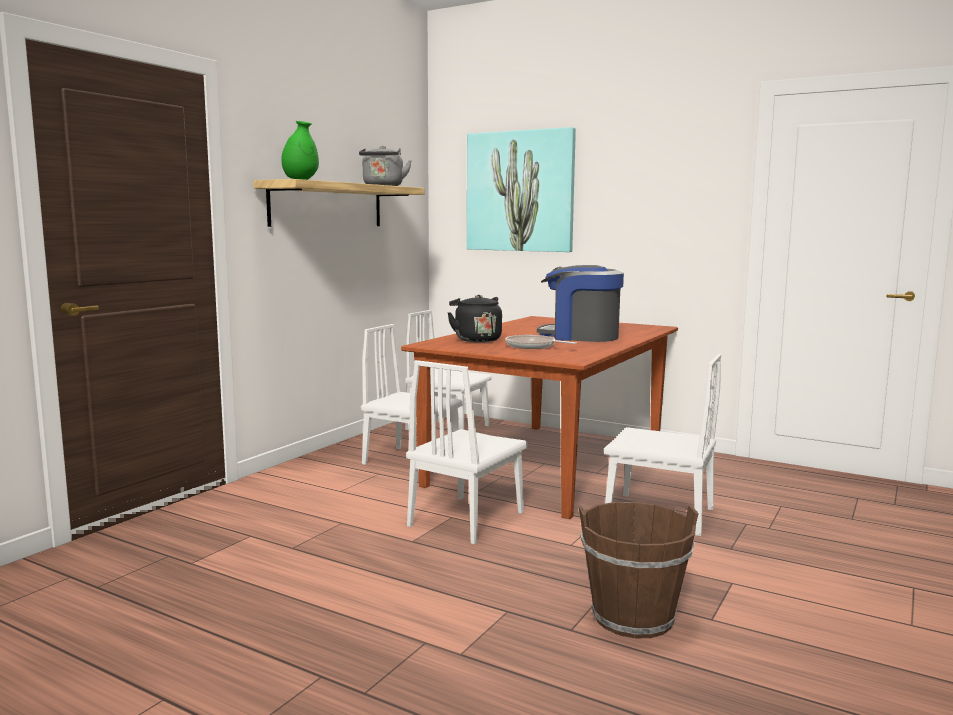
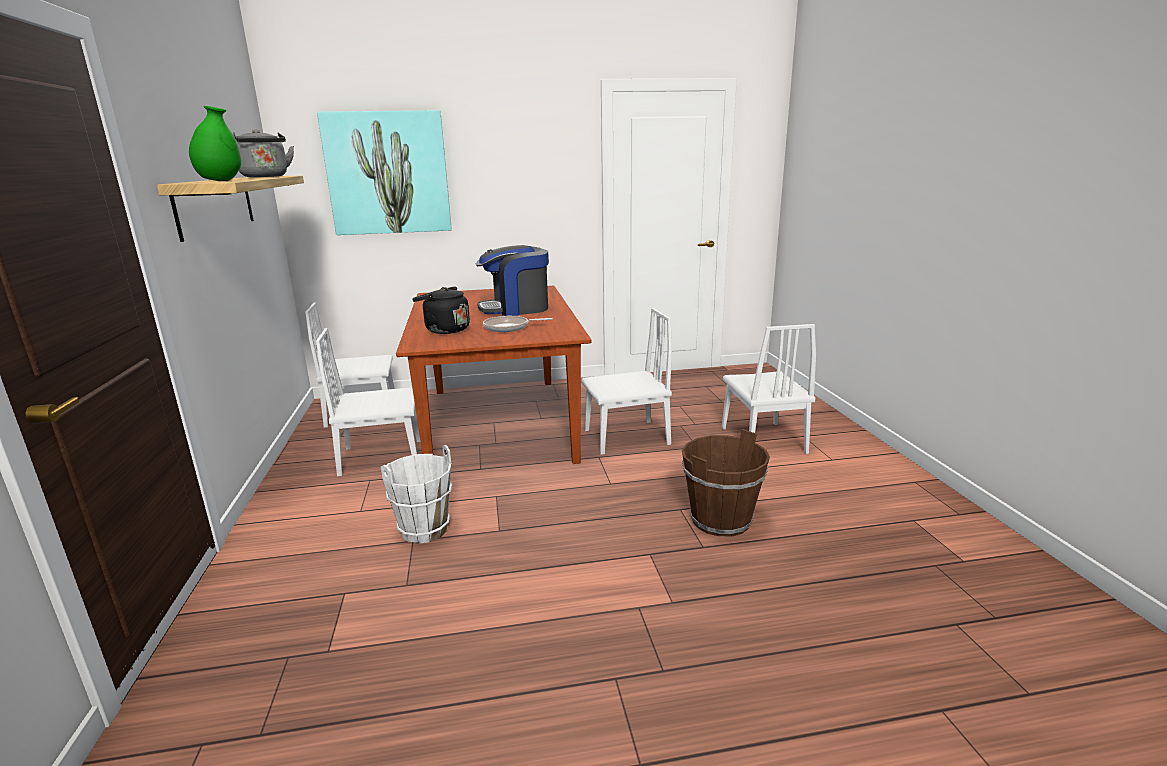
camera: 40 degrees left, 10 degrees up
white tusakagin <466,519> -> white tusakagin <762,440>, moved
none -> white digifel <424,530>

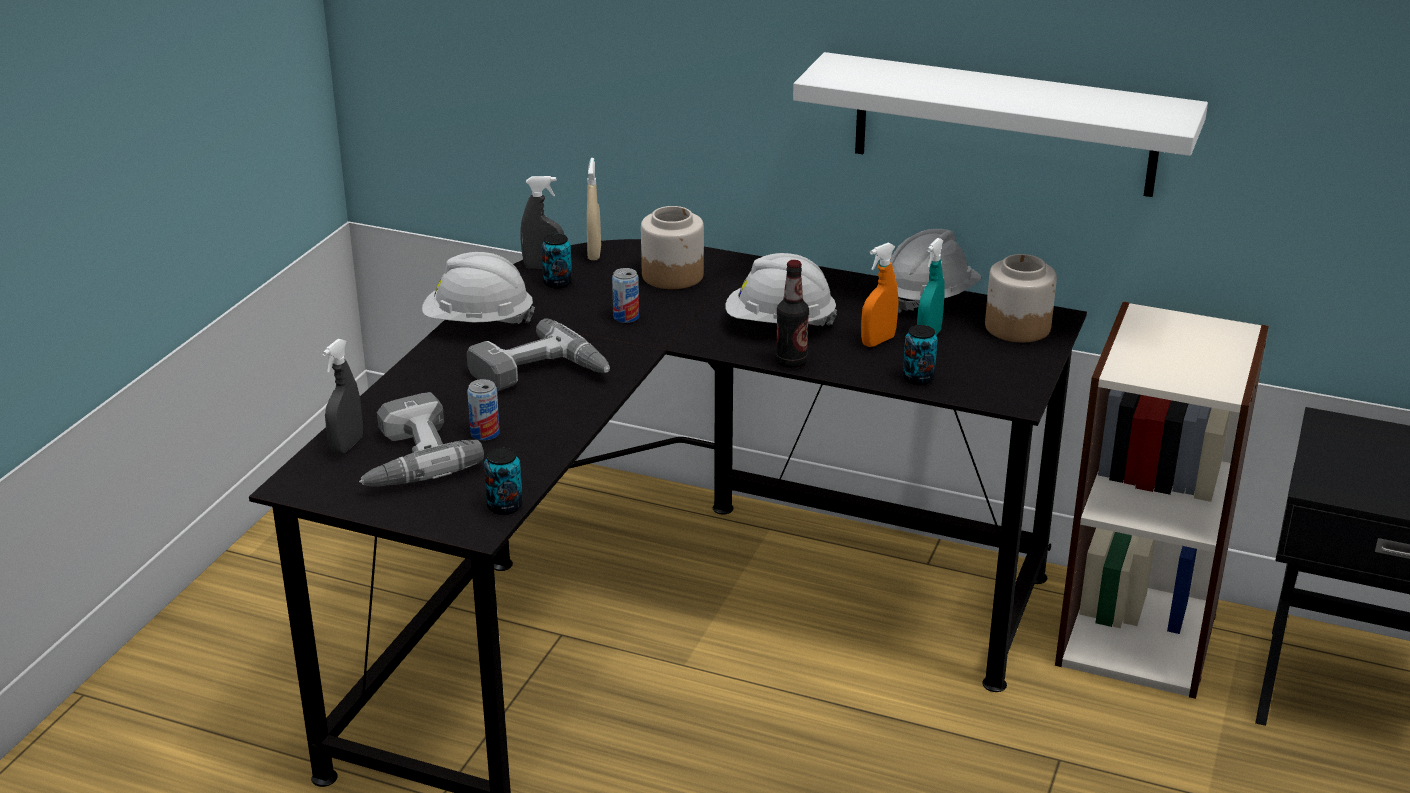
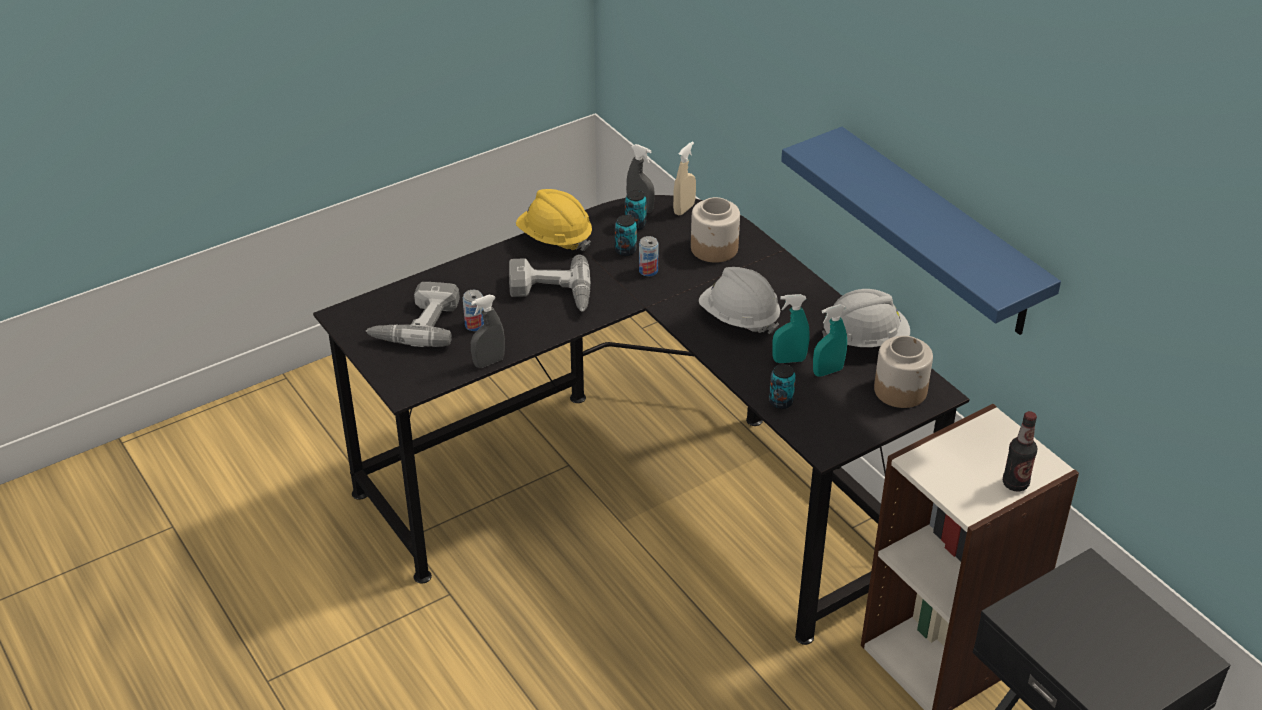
camera: 35 degrees right, 10 degrees up
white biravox <1004,125> -> blue biravox <939,233>
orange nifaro <878,341> -> turquoise nifaro <789,360>
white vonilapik <478,323> -> yellow vonilapik <555,238>
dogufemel <791,362> -> dogufemel <1015,483>, moved
grey nifaro <347,446> -> grey nifaro <489,362>, moved
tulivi <504,506> -> tulivi <625,250>, moved

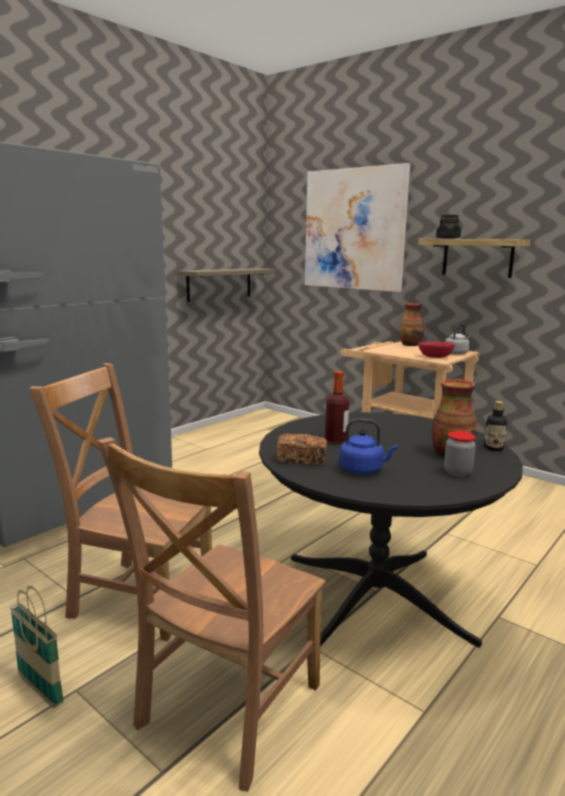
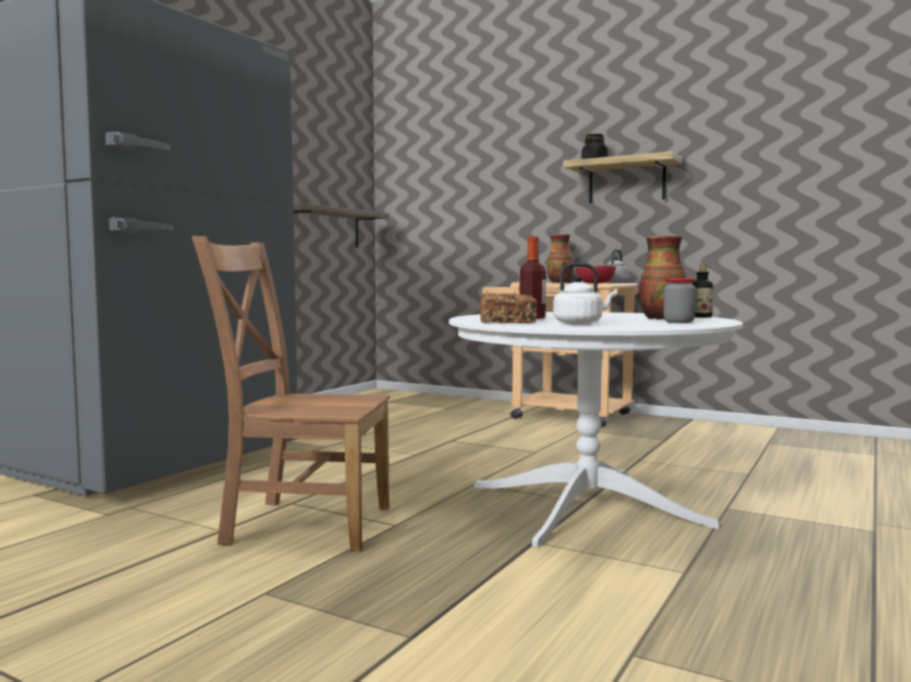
camera: 10 degrees left, 10 degrees down
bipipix <354,229> -> none
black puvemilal <376,597> -> white puvemilal <587,505>
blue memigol <363,470> -> white memigol <580,323>
brown tusakagin <225,710> -> none
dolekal <40,690> -> none

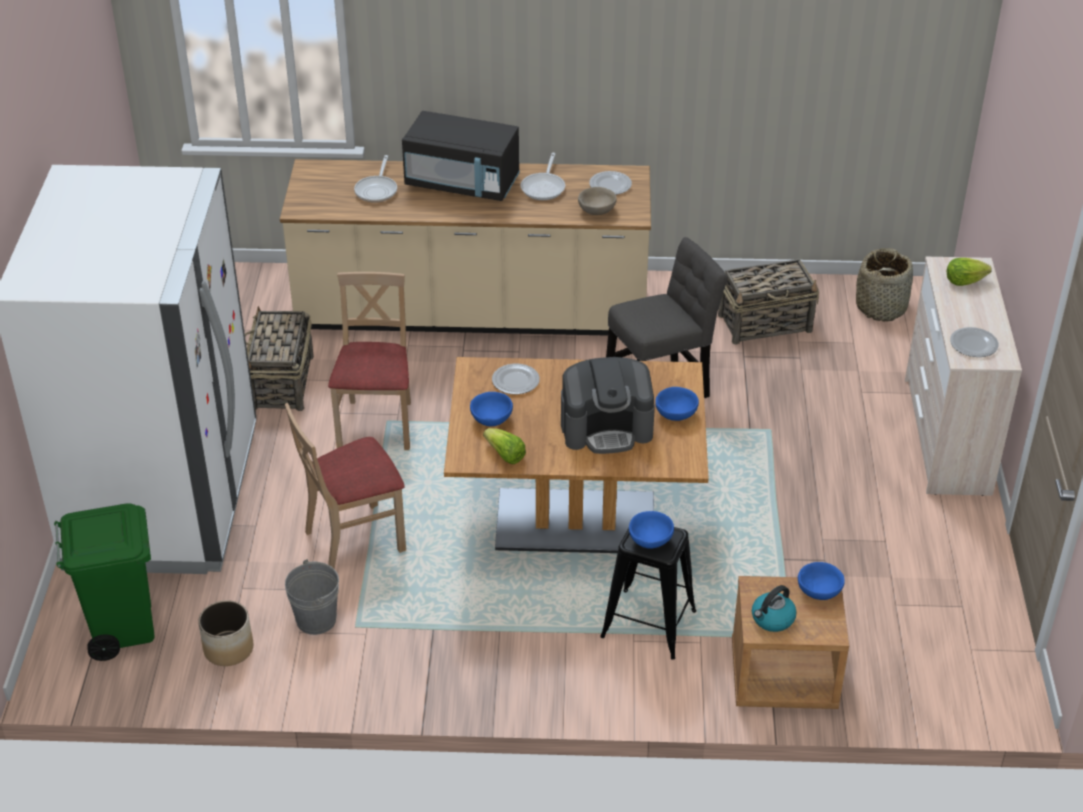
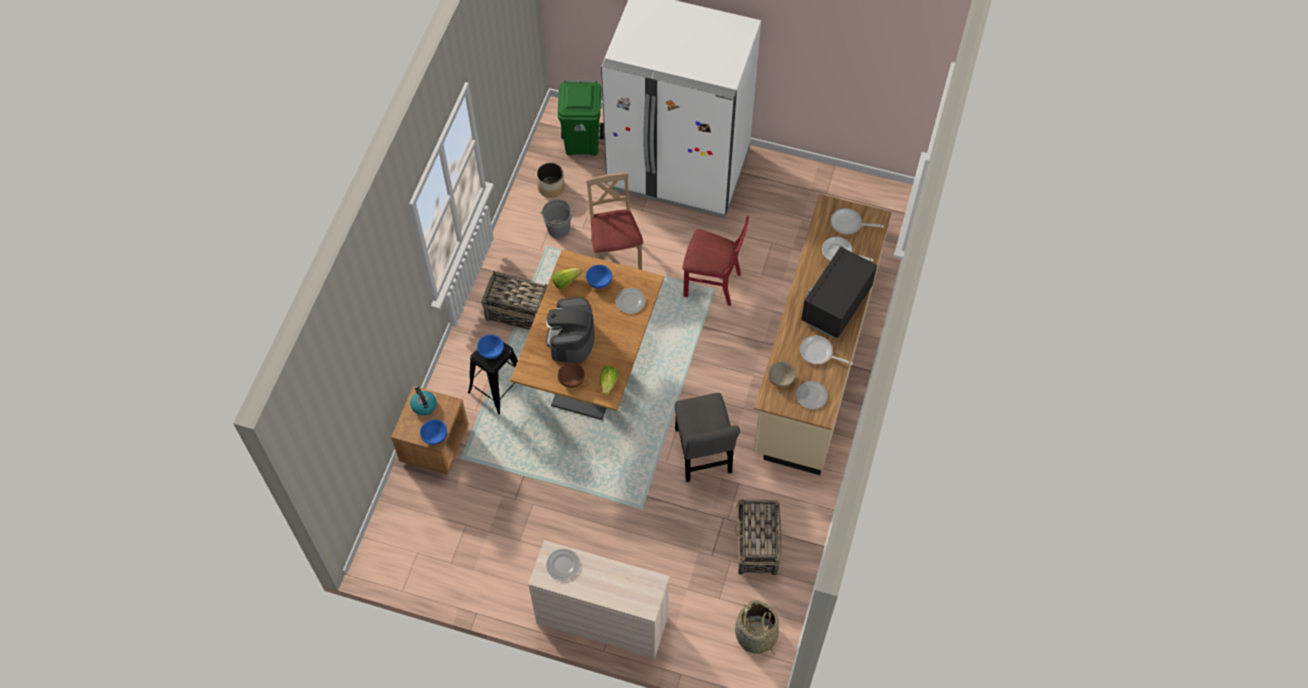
camera: 105 degrees right, 20 degrees up
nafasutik <964,281> -> nafasutik <608,383>, moved
beige tusakagin <377,425> -> red tusakagin <712,283>
dolekal <281,383> -> dolekal <517,312>, moved
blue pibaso <676,414> -> brown pibaso <571,379>
none -> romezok <849,224>

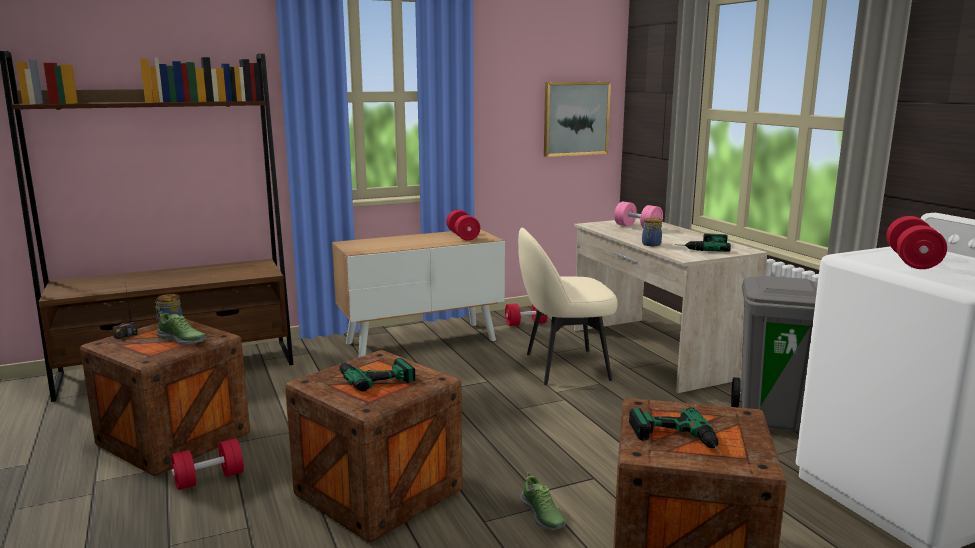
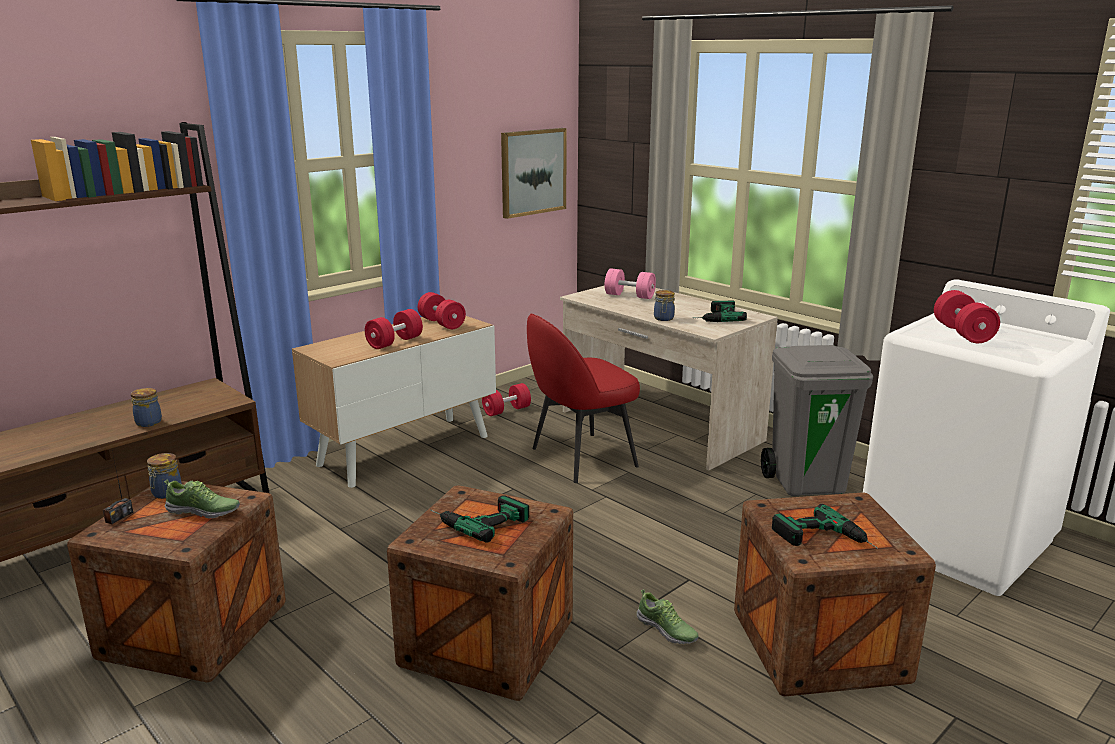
camera: 20 degrees left, 5 degrees up
beige tusakagin <564,366> -> red tusakagin <581,458>
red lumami <209,479> -> red lumami <394,342>, moved
none -> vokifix <149,422>

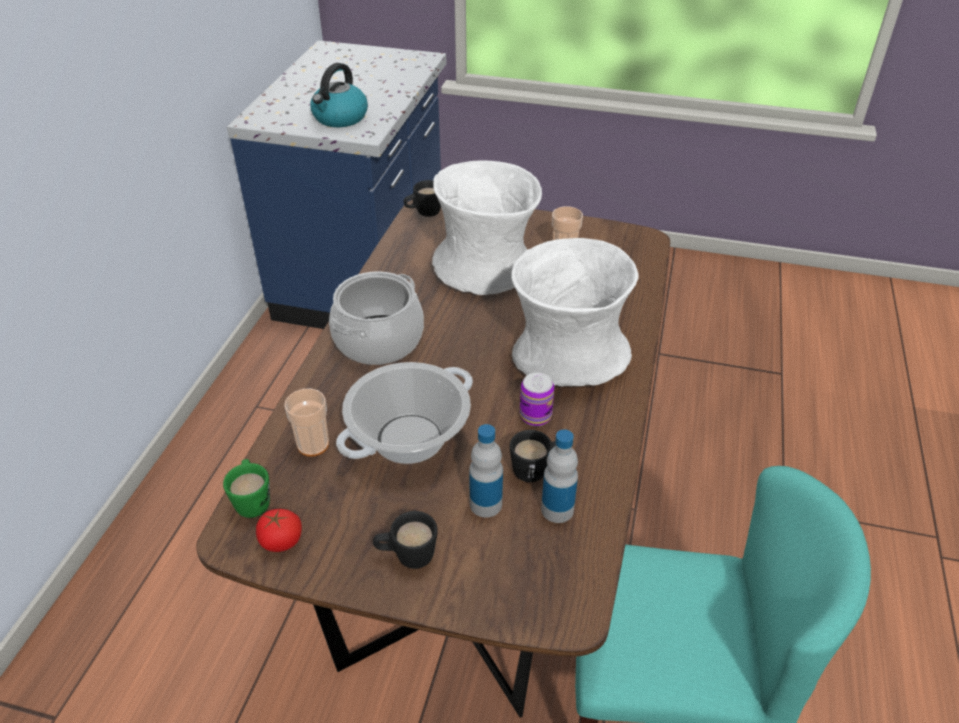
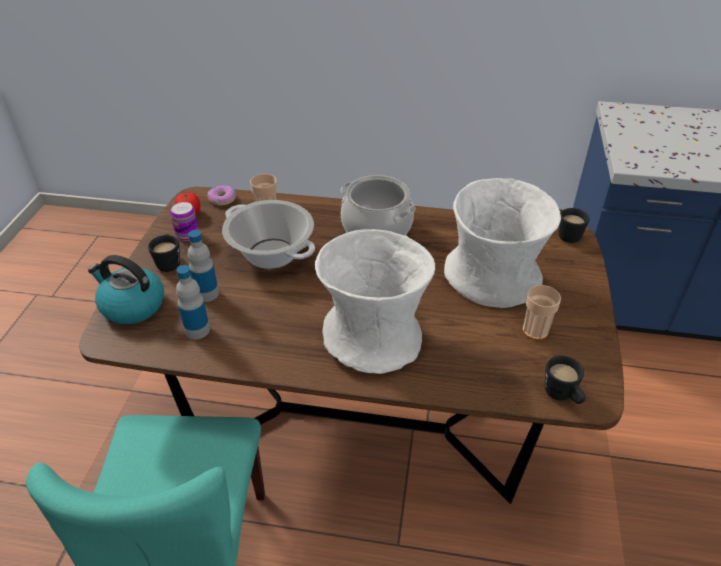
camera: 85 degrees right, 0 degrees up
memigol <340,118> -> memigol <132,306>, moved
tulivi <535,416> -> tulivi <187,235>, moved
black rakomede <536,470> -> black rakomede <562,396>, moved
green rakomede <252,500> -> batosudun <222,199>

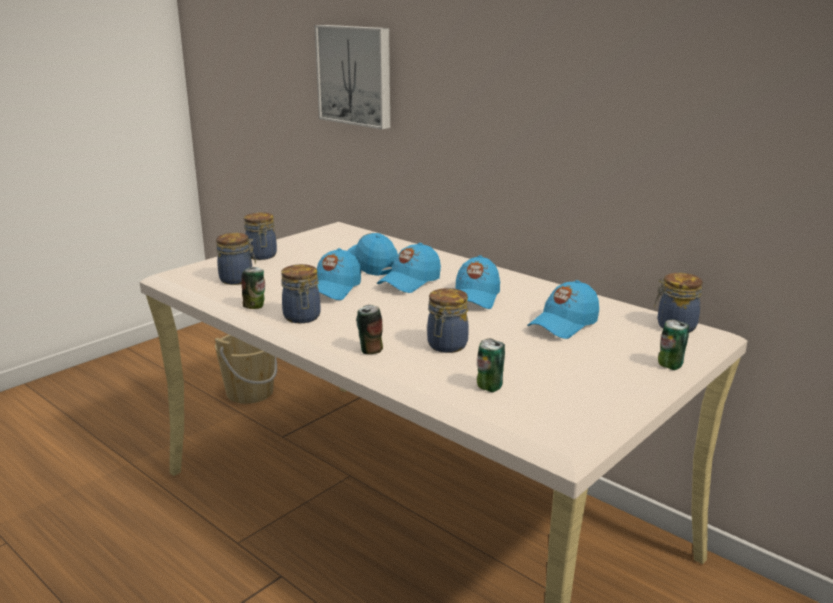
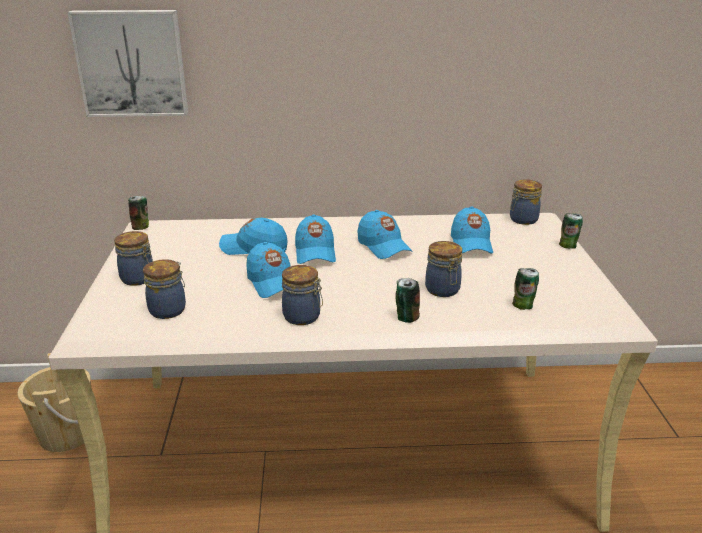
camera: 45 degrees left, 5 degrees up
tulivi <255,306> -> tulivi <141,227>, moved

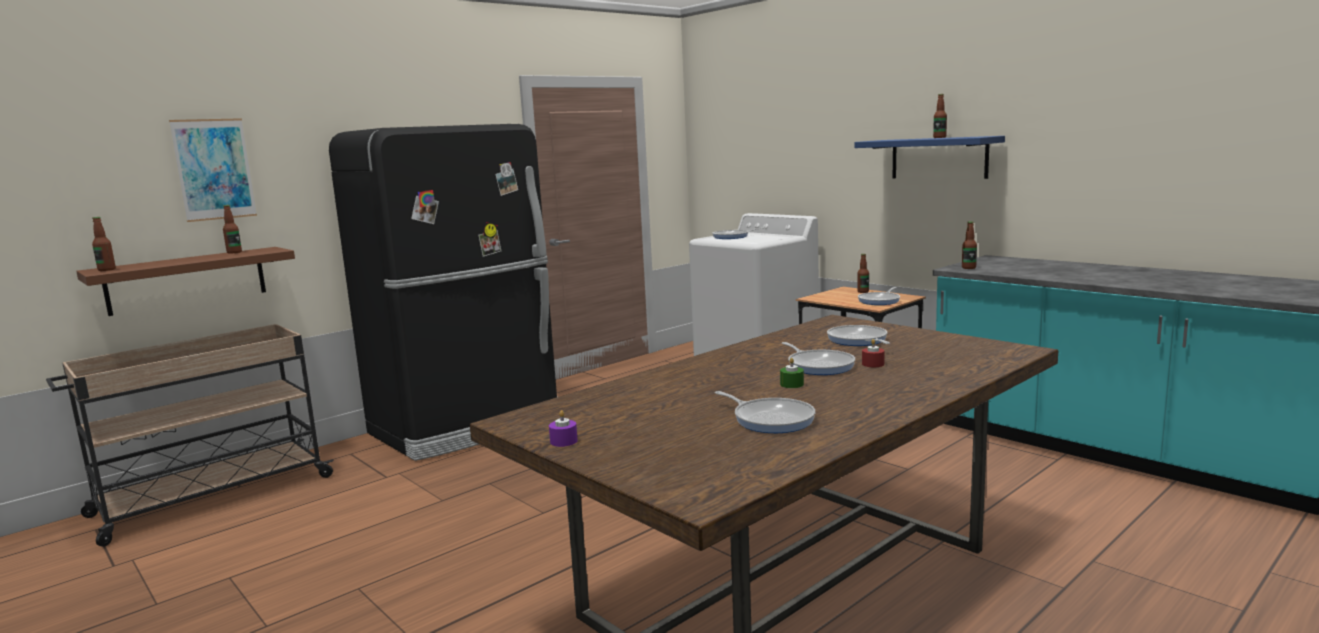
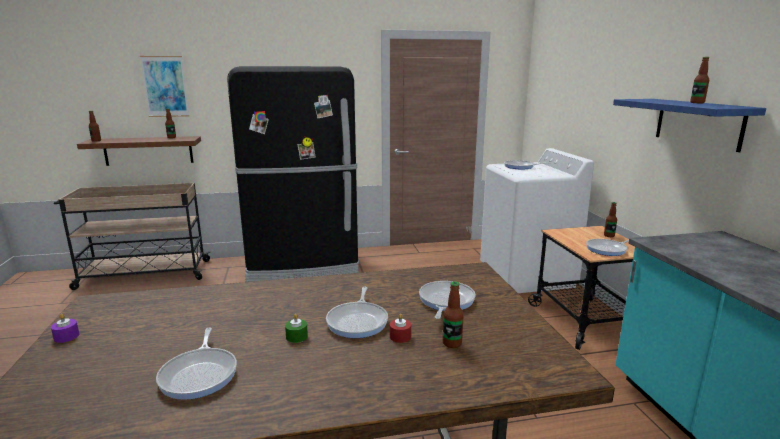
camera: 30 degrees right, 5 degrees up
dogufemel <968,268> -> dogufemel <452,343>, moved

